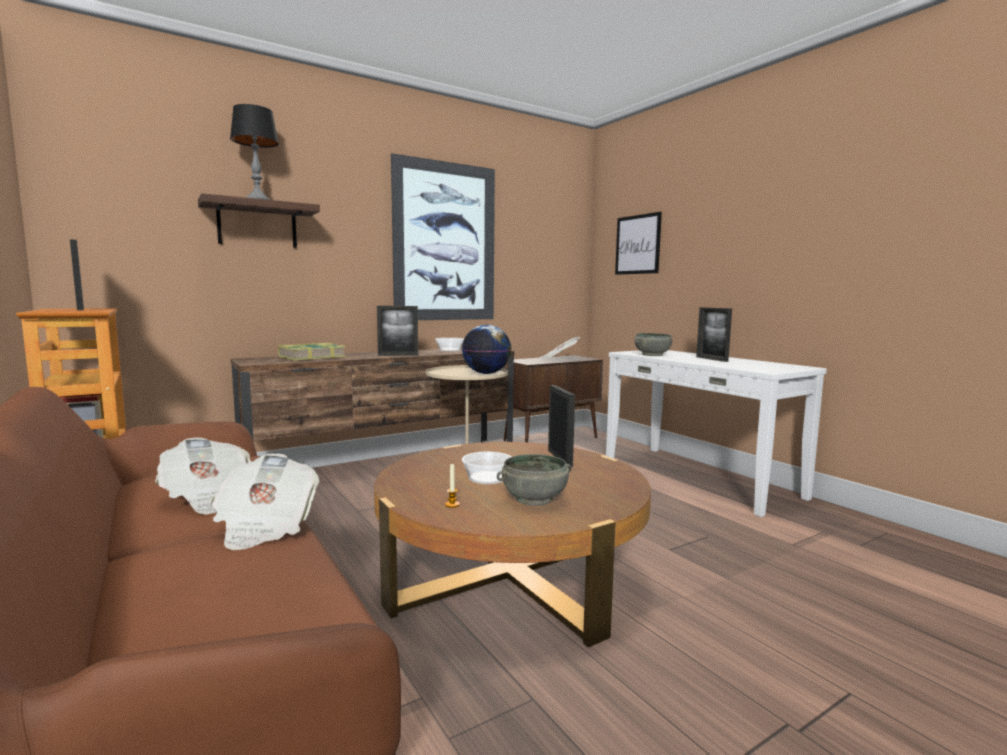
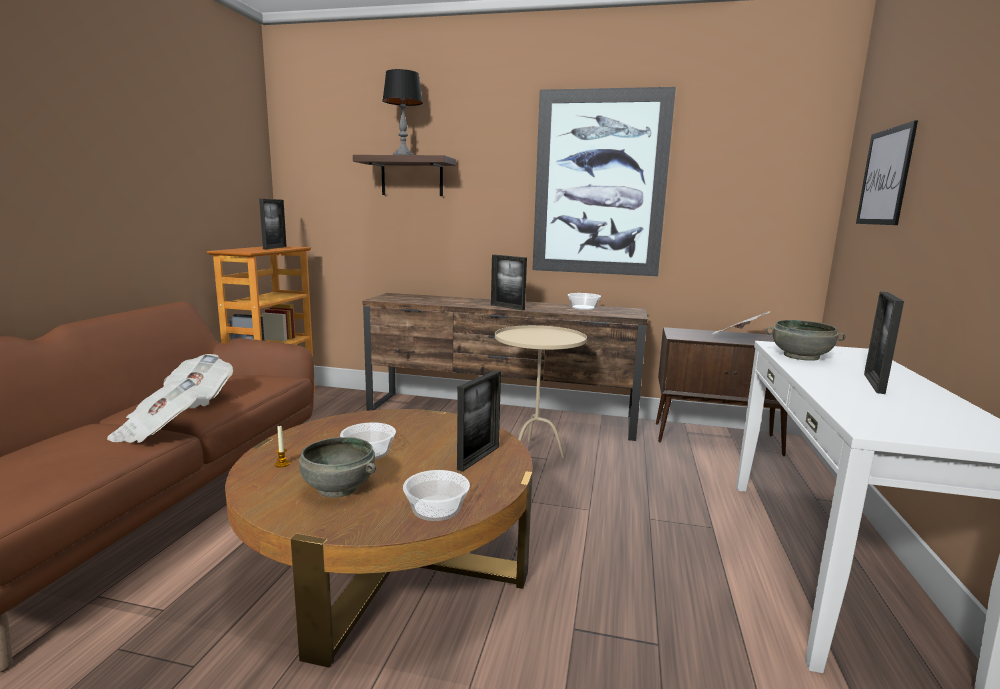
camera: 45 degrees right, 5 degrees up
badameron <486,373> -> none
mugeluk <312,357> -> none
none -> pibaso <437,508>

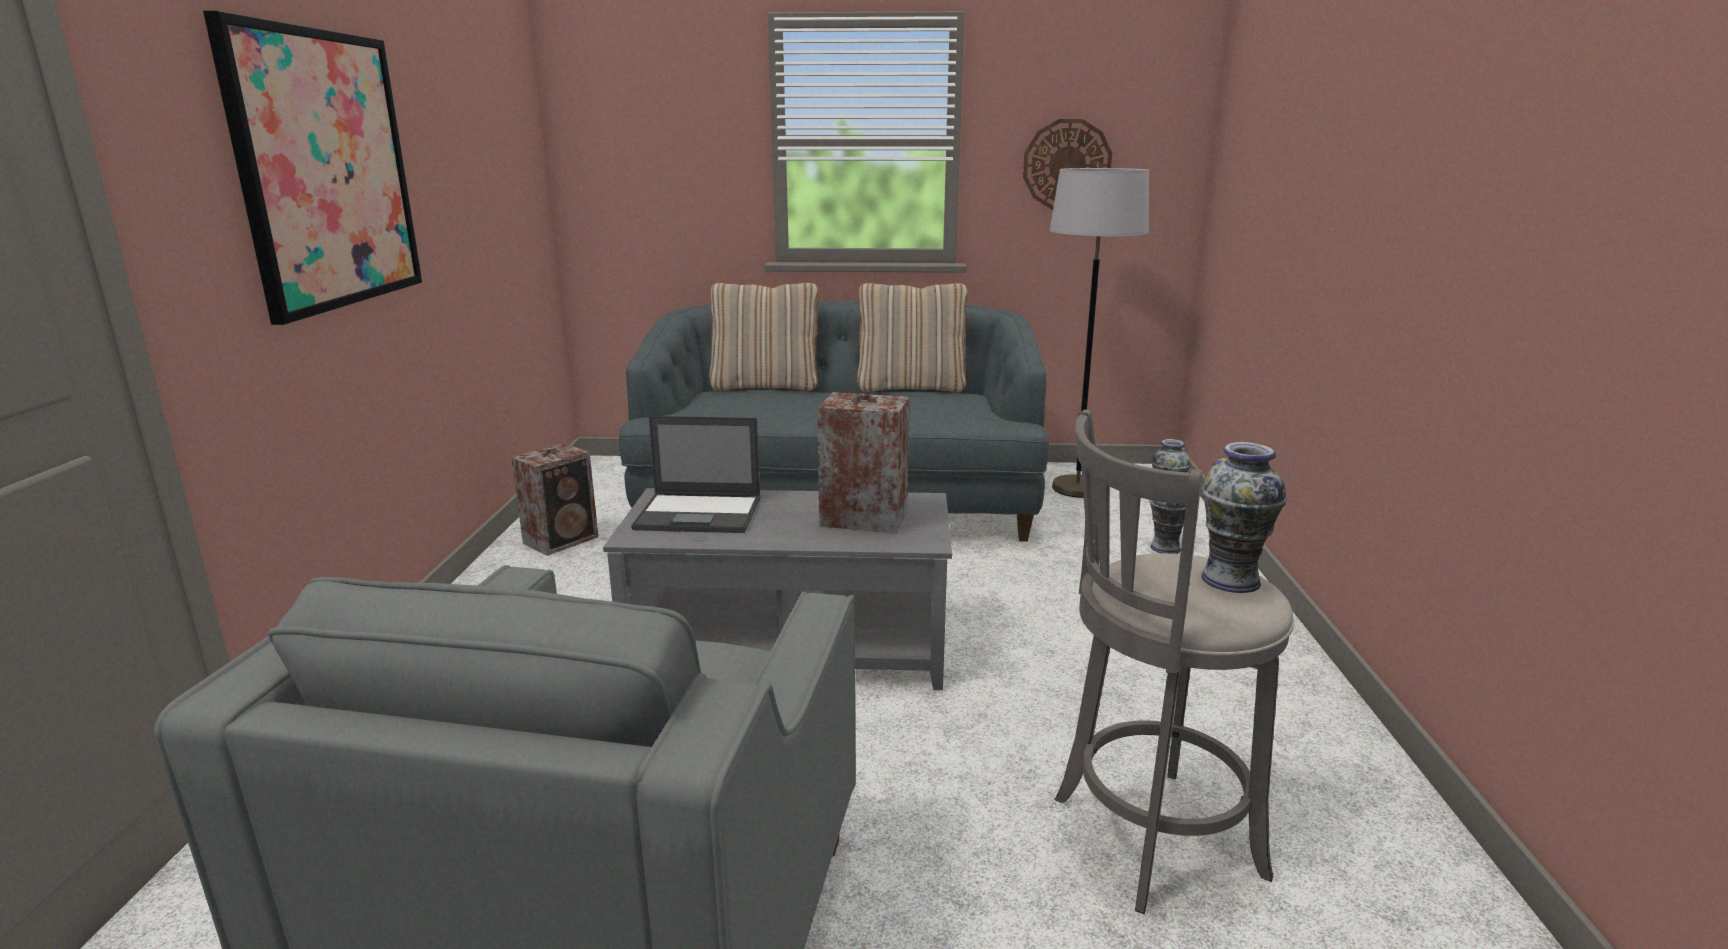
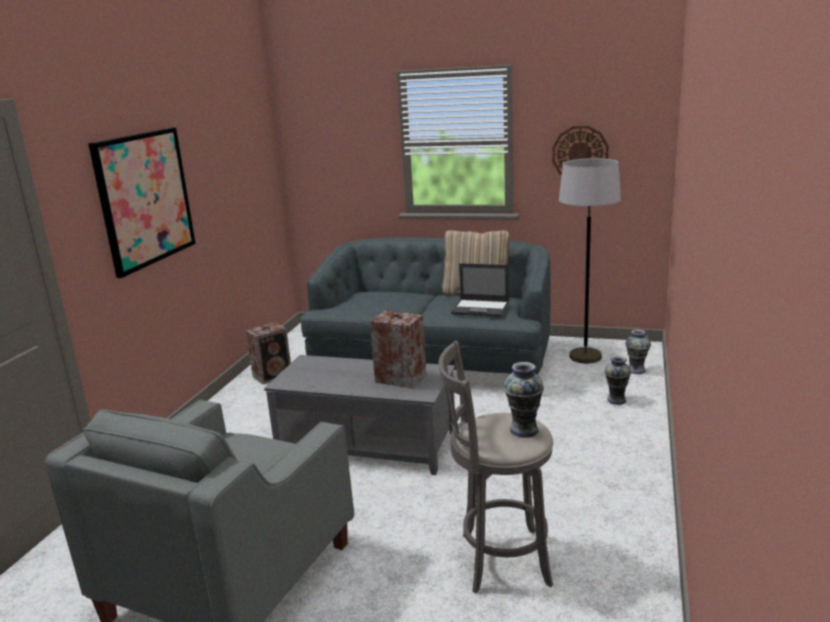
camera: 15 degrees right, 0 degrees up
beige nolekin <765,387> -> none
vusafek <700,514> -> vusafek <481,308>, moved

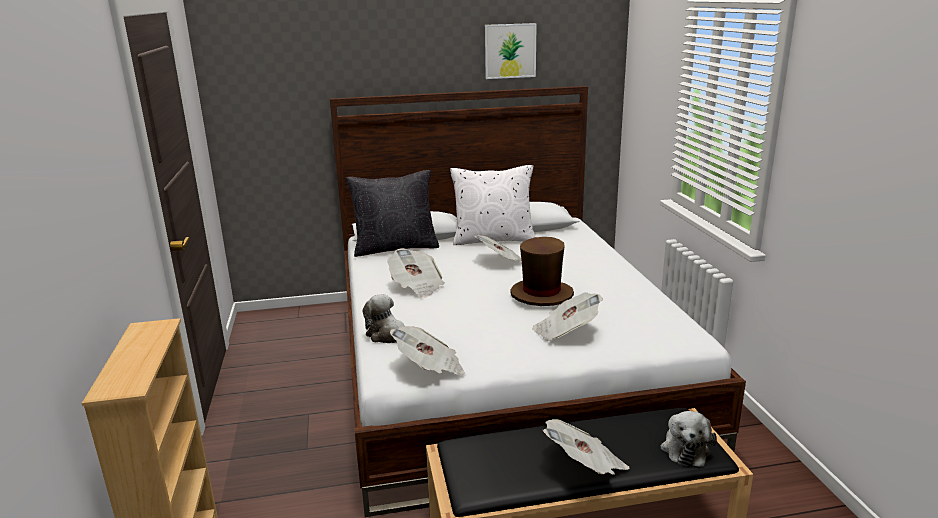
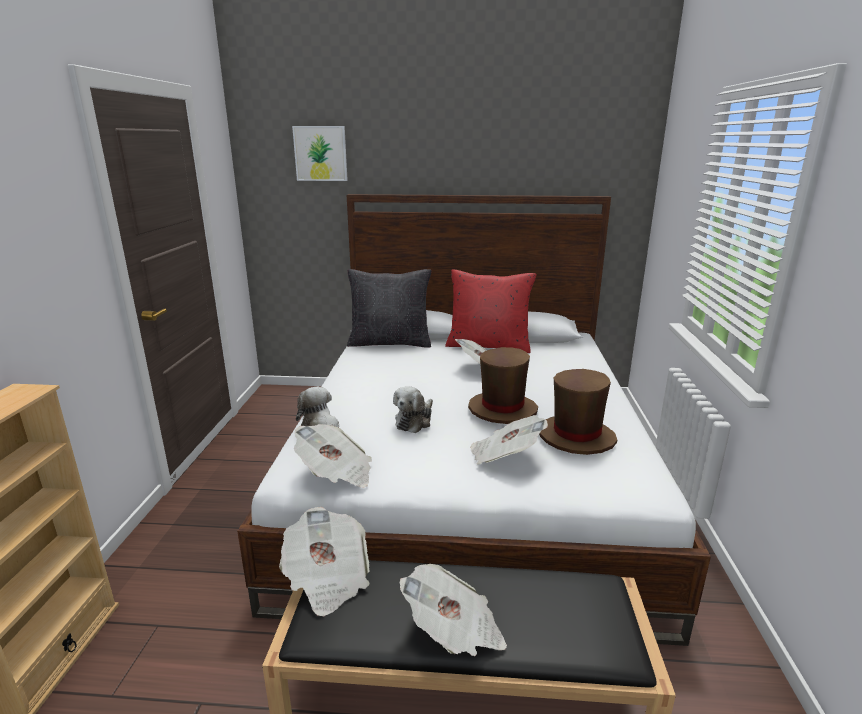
camera: 15 degrees right, 0 degrees up
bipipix <510,51> -> bipipix <320,153>, moved
white nolekin <493,239> -> red nolekin <488,345>
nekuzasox <416,286> -> nekuzasox <327,578>, moved
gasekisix <685,448> -> gasekisix <414,421>, moved
none -> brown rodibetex <576,437>

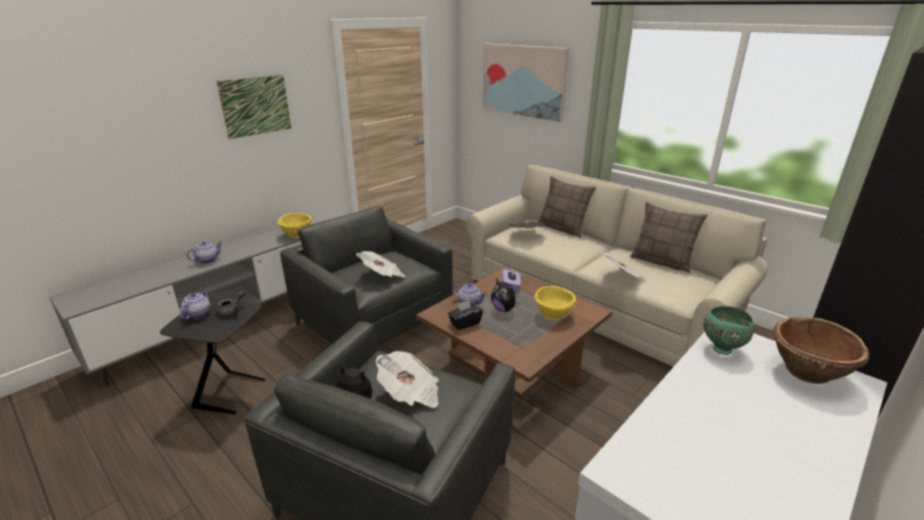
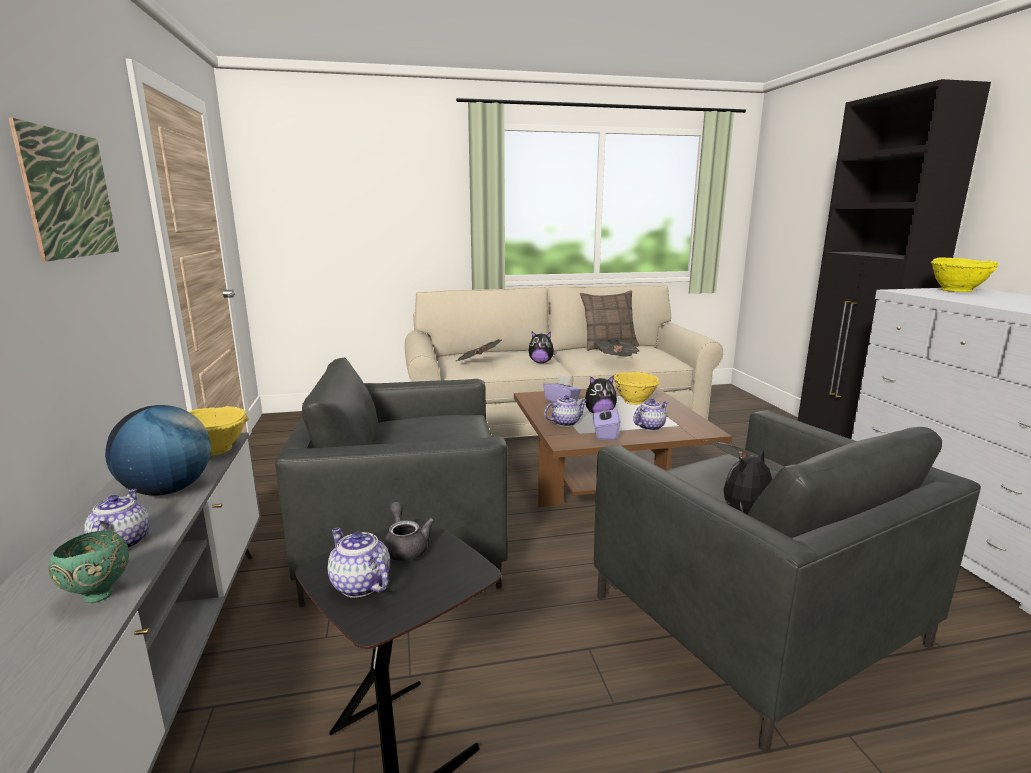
camera: 55 degrees left, 10 degrees down
bipipix <523,81> -> none
nolekin <563,228> -> none
nekuzasox <382,275> -> none
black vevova <465,323> -> purple vevova <605,434>
green pibaso <721,349> -> green pibaso <98,594>, moved
brown pibaso <807,373> -> yellow pibaso <958,290>
none -> gasekisix <541,362>
none -> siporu <650,426>
none -> badameron <168,490>

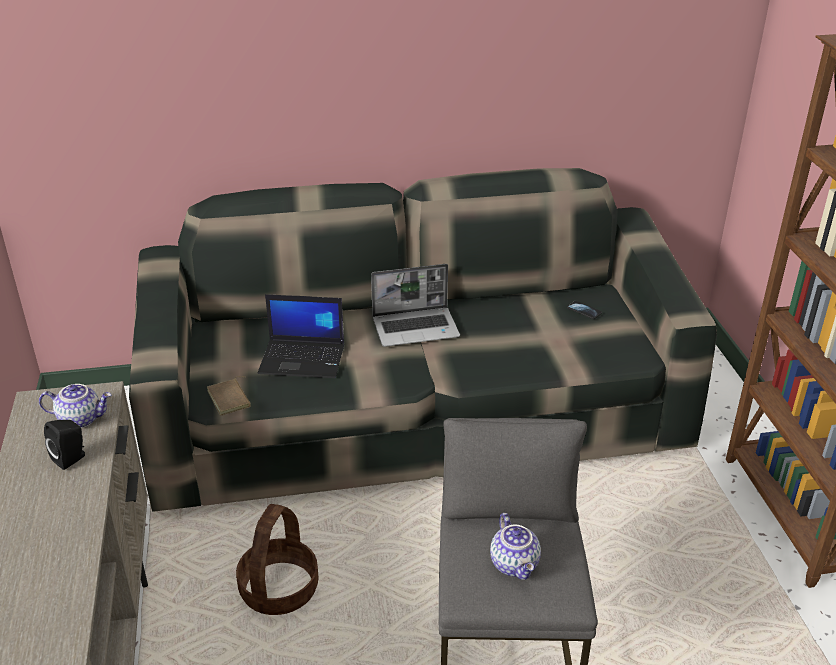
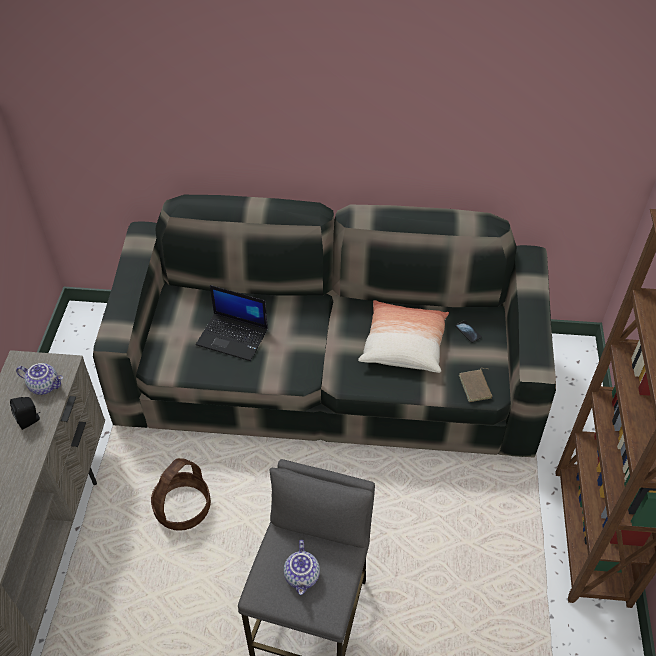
camera: 15 degrees right, 15 degrees up
vusafek <416,328> -> none
brown mugeluk <230,399> -> brown mugeluk <476,387>, moved
none -> nolekin <403,345>

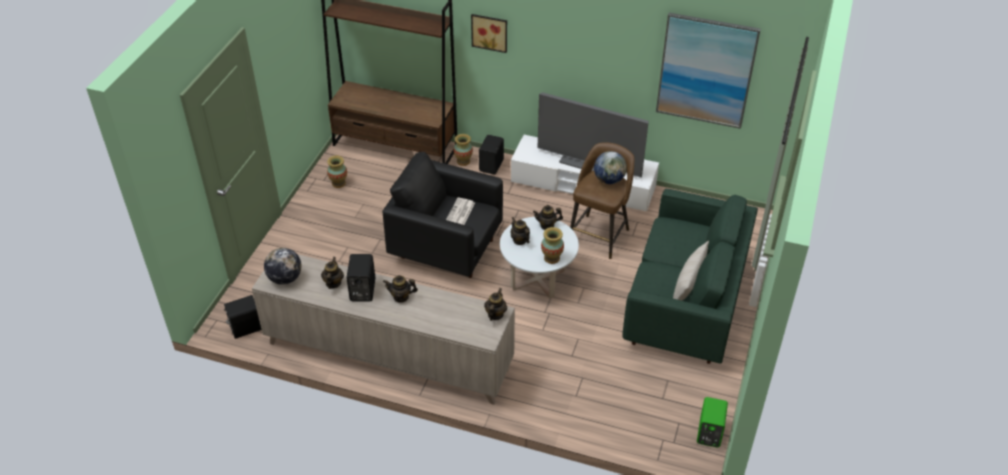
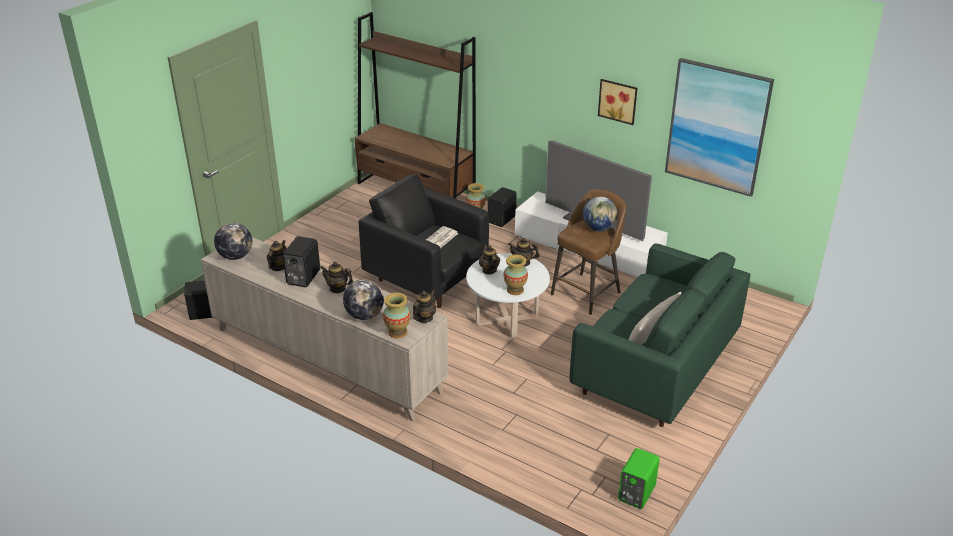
camera: 15 degrees right, 10 degrees down
bipipix <490,32> -> bipipix <618,101>, moved
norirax <338,183> -> norirax <397,332>, moved
none -> badameron <364,315>

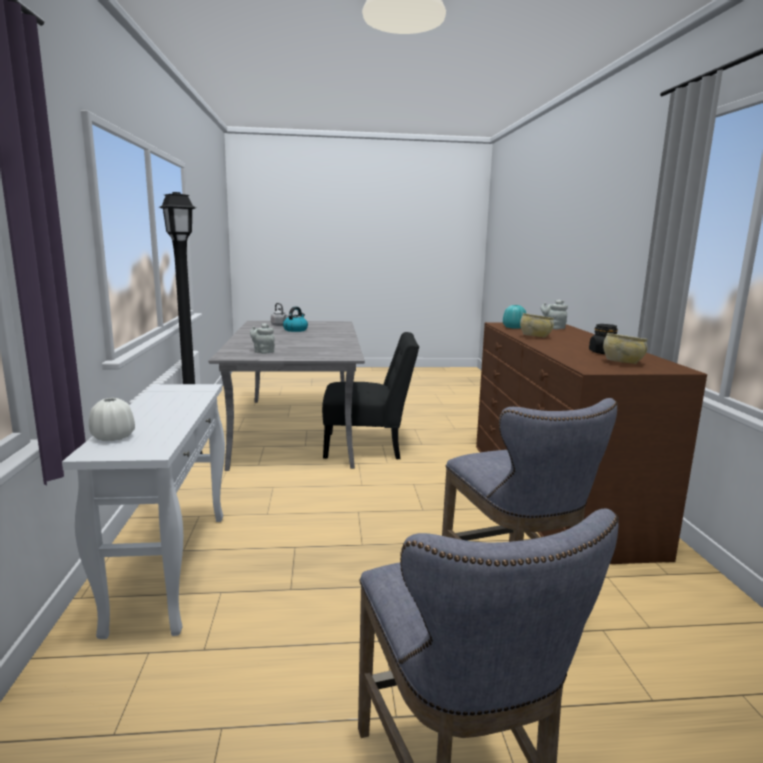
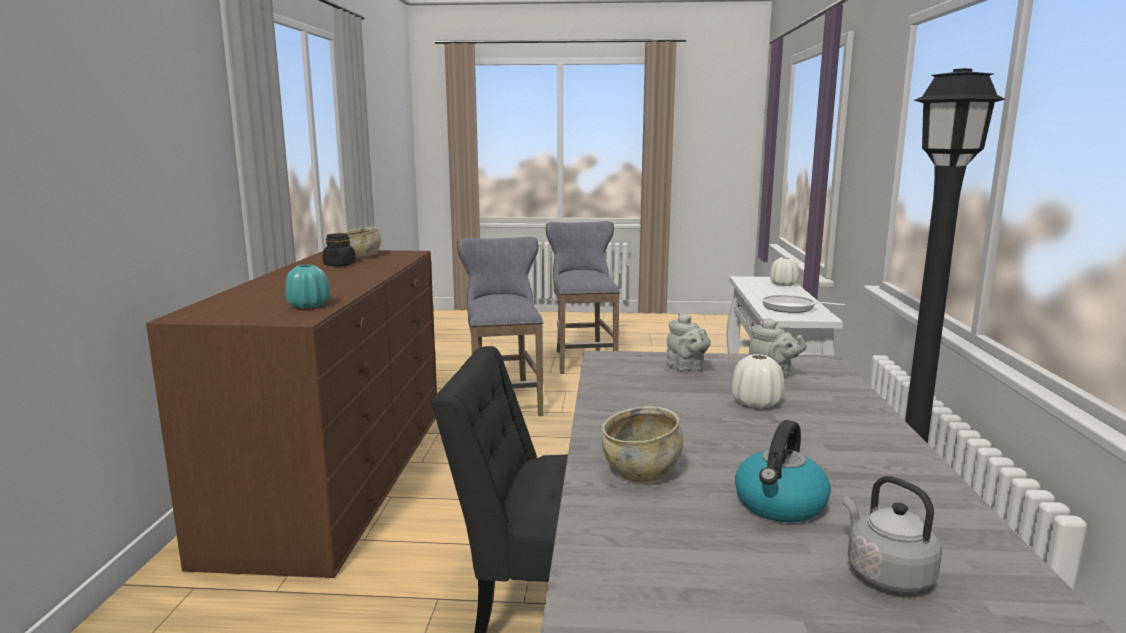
camera: 170 degrees left, 0 degrees up
grey siporu <553,328> -> grey siporu <686,368>, moved
beige pibaso <535,337> -> beige pibaso <641,472>, moved
none -> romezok <792,308>
none -> white norirax <756,403>

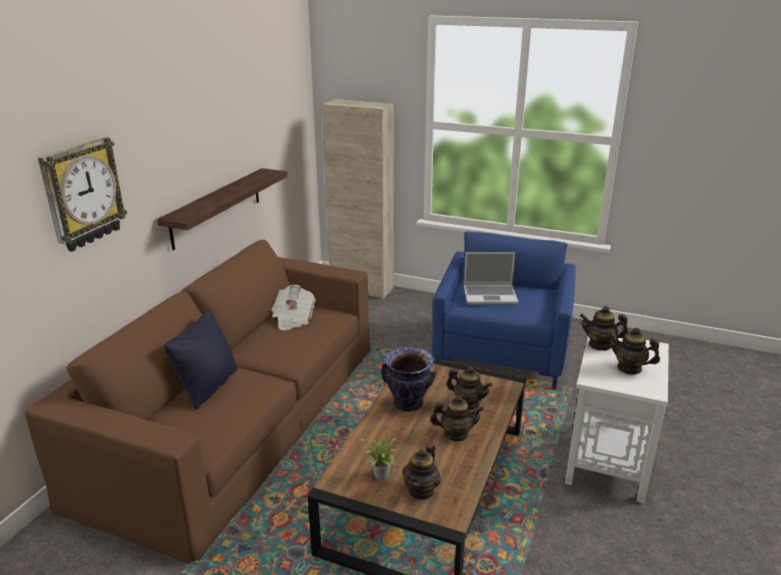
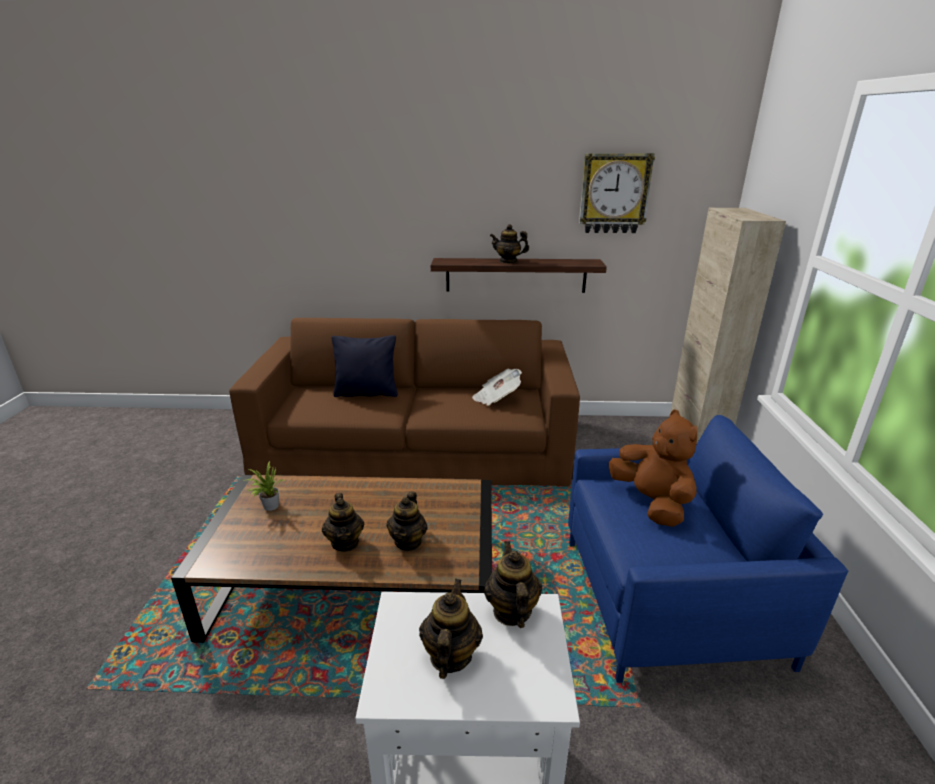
camera: 70 degrees right, 0 degrees up
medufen <82,194> -> medufen <614,193>, moved
vusafek <490,295> -> brown gasekisix <651,502>
norirax <408,404> -> none
siporu <421,490> -> siporu <508,261>, moved

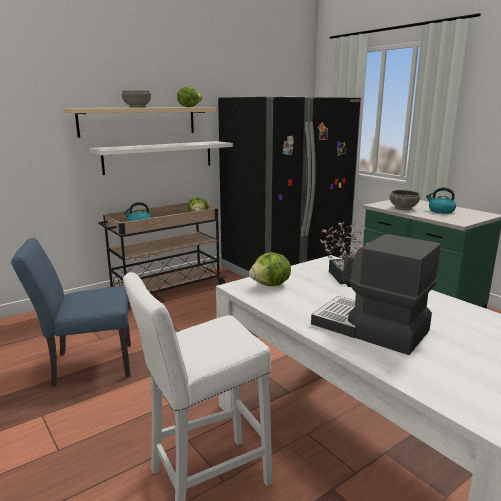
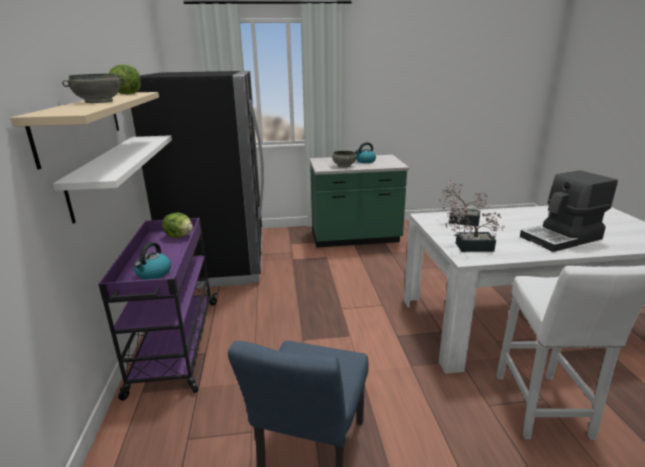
camera: 60 degrees left, 5 degrees up
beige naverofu <165,290> -> purple naverofu <175,345>
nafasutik <271,285> -> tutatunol <469,247>

